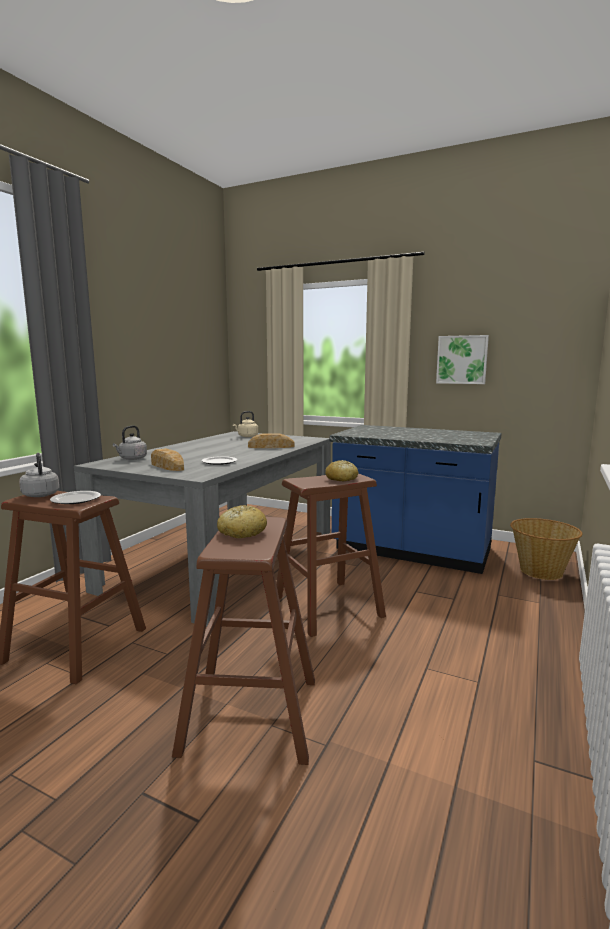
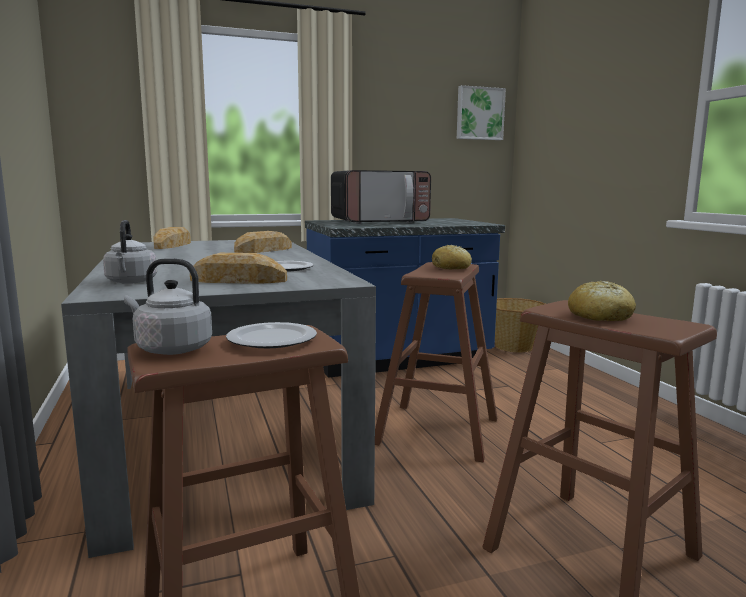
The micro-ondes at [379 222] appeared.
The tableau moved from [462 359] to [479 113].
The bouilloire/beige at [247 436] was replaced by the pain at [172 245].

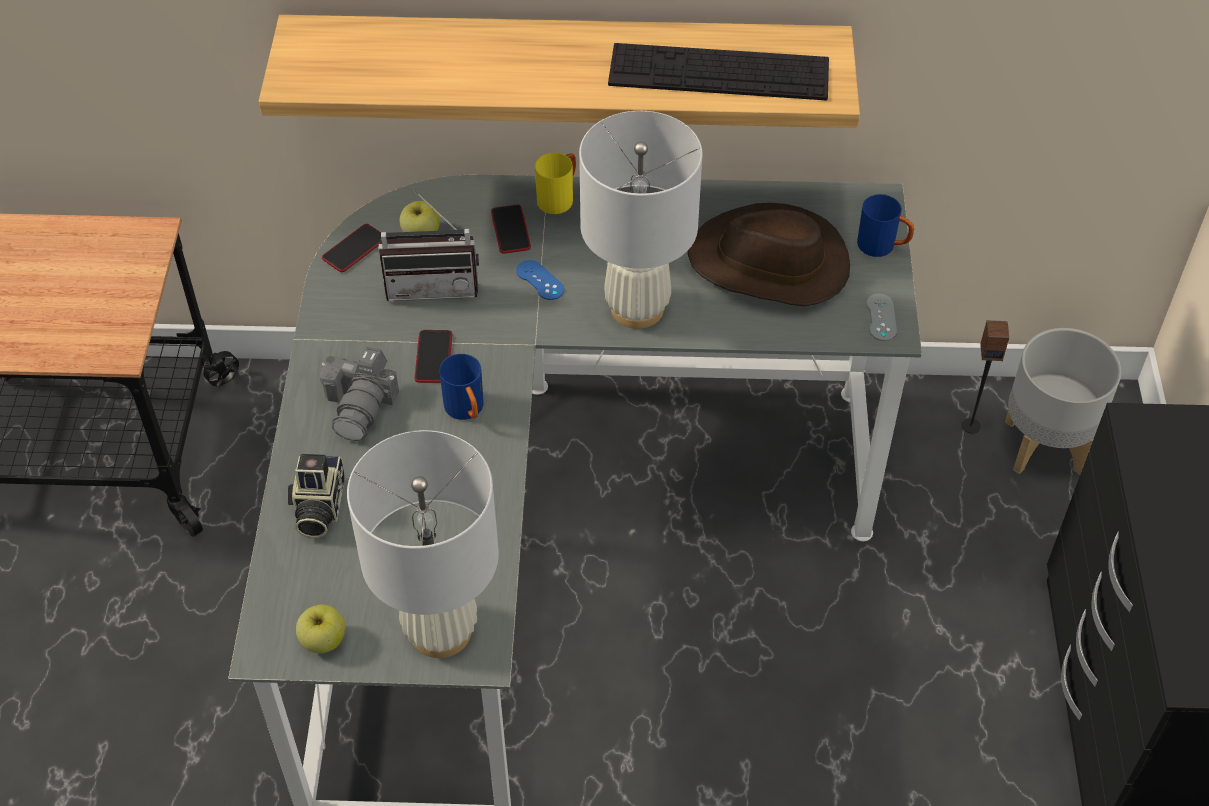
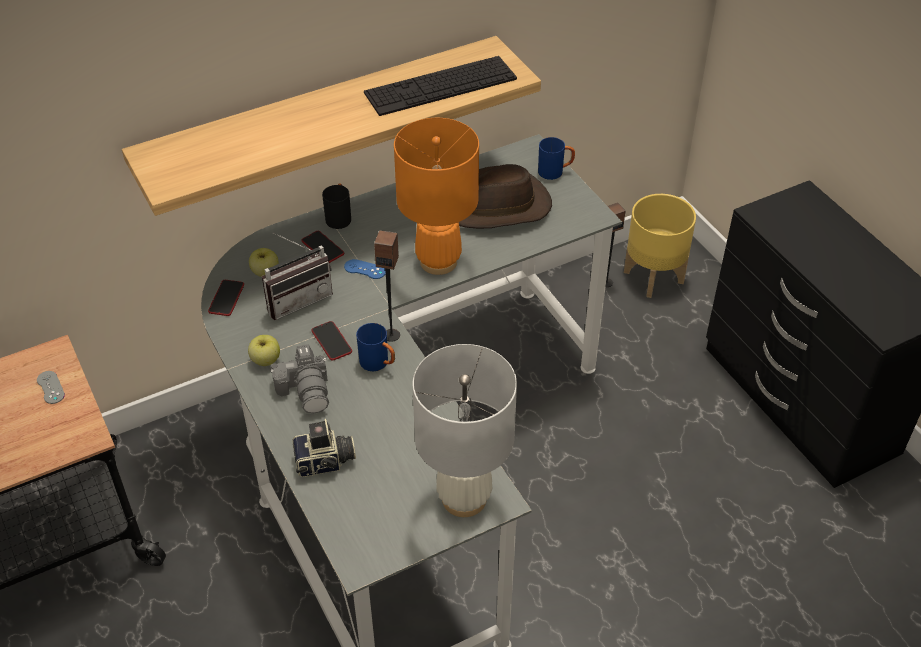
The enceinte at [391 335] appeared.
The pomme moved from [323 640] to [265 360].
The manette/gris moved from [881 317] to [50 387].
The mug/jaune at [559 197] became the mug/noir at [339 217].
The lampe de table/blanc at [636 308] became the lampe de table/orange at [438 262].
The cache-pot/gris at [1042 446] became the cache-pot/jaune at [653 277].
The appareil photo at [317 507] turned 75 degrees counterclockwise.

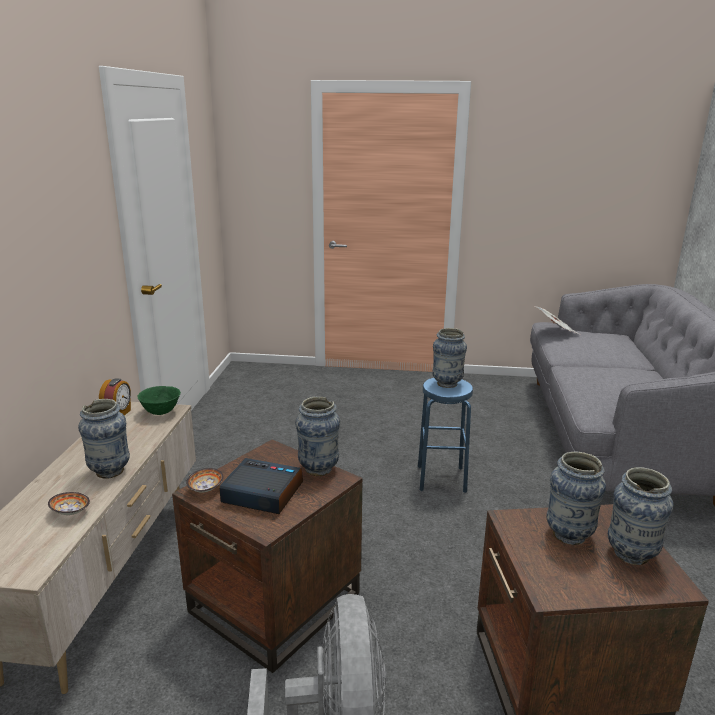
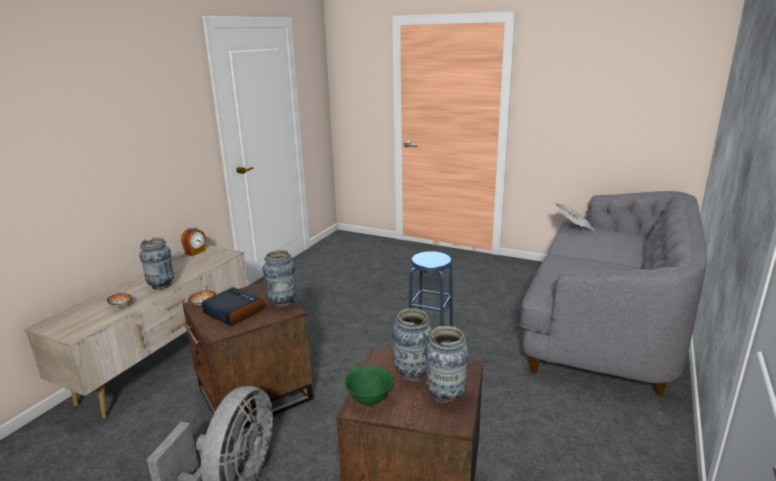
The vase at [447 384] disappeared.
The bol/vert moved from [161 412] to [369 400].

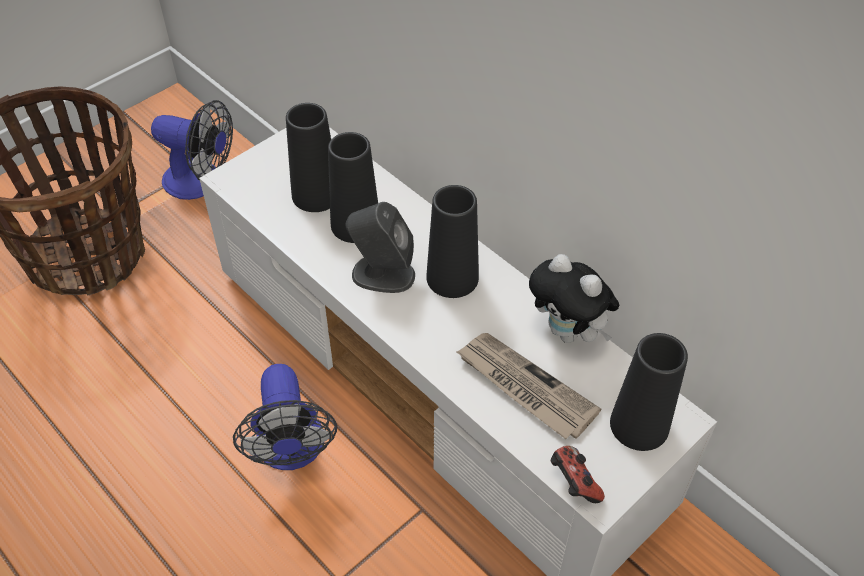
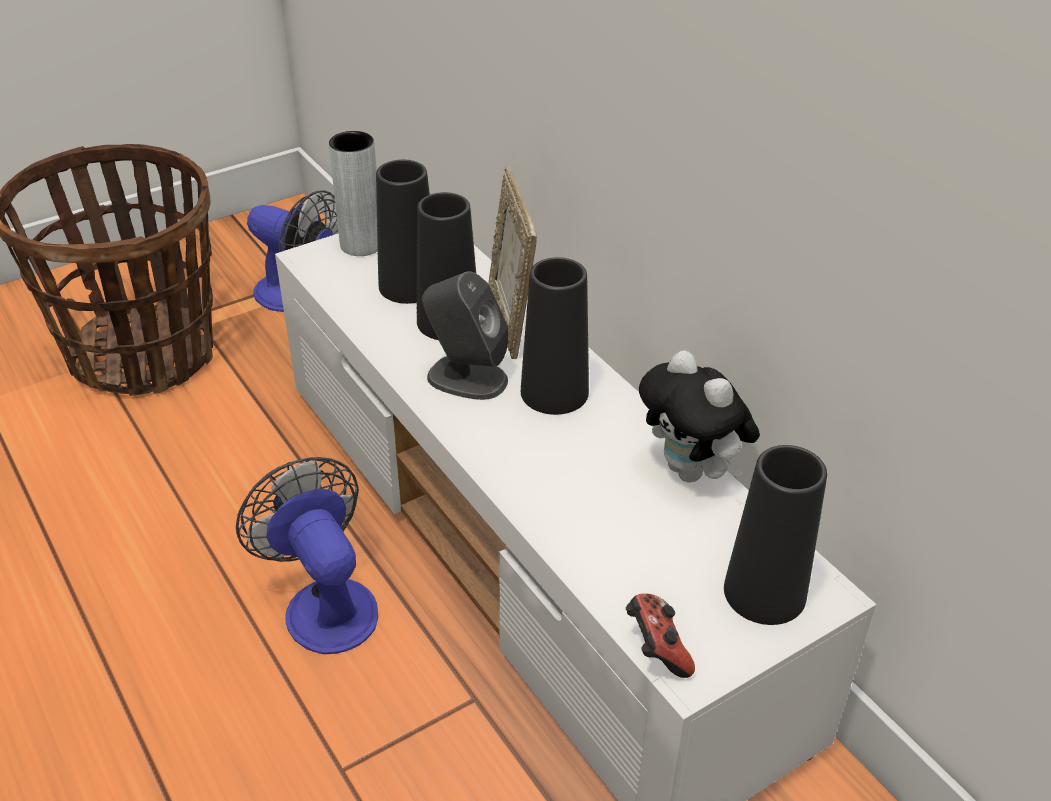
The journal at [524 387] disappeared.
The vase/gris at [361 245] appeared.
The cadre photo at [510 321] appeared.
The ventilateur at [291 451] turned 150 degrees clockwise.

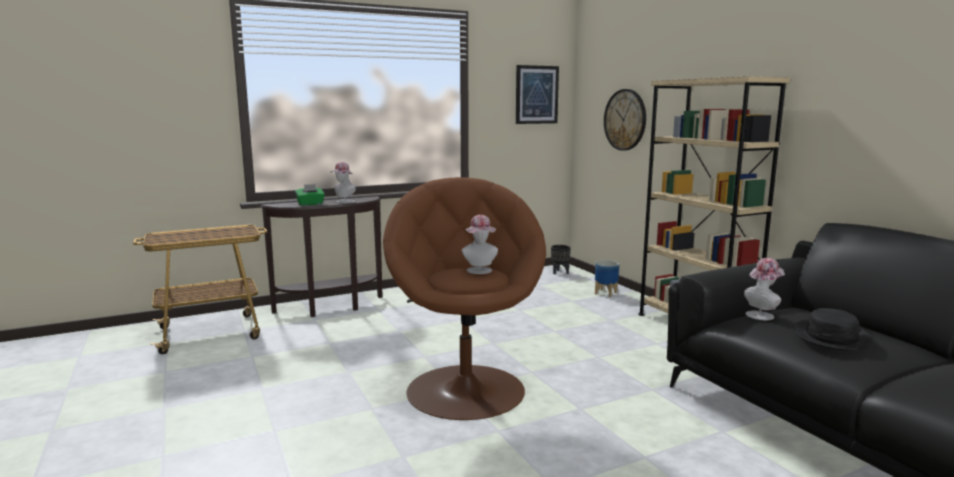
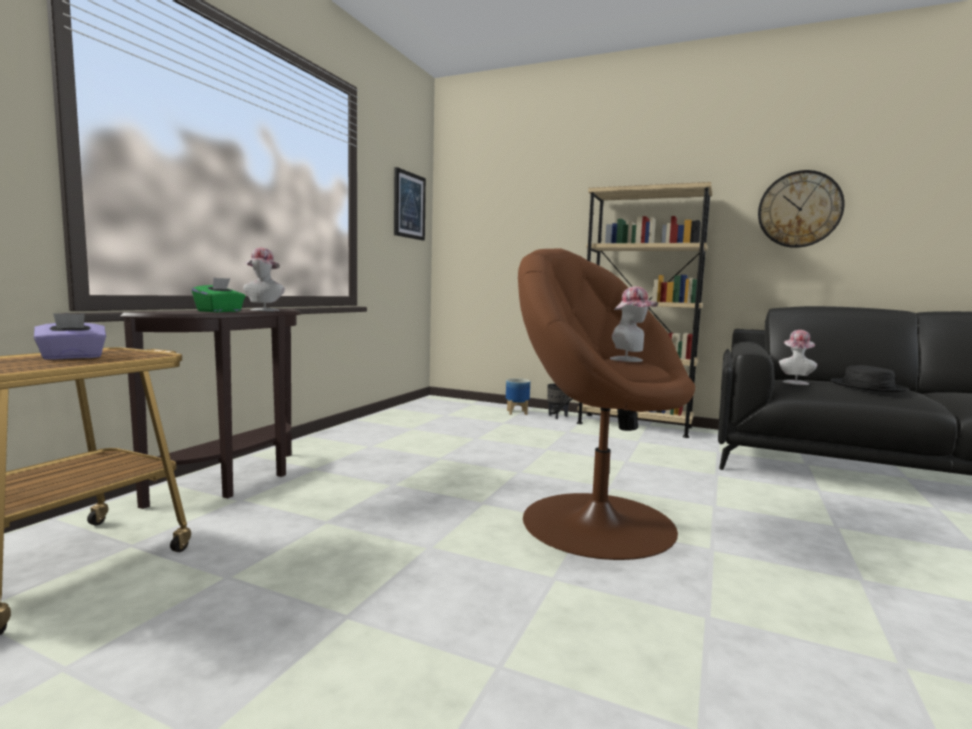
The boîte à mouchoirs/violet at [72 357] appeared.
The cache-pot/noir moved from [560 272] to [557 416].
The horloge murale moved from [625 120] to [799 209].

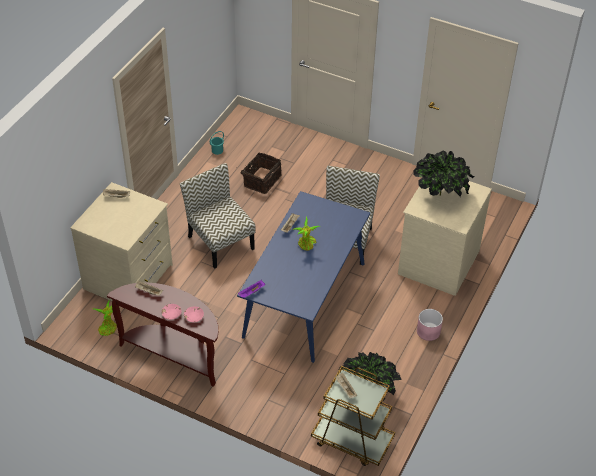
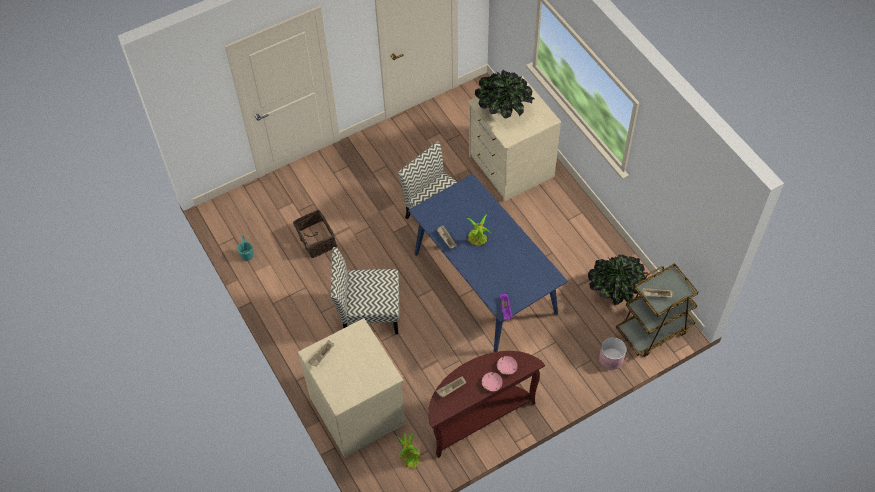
The cache-pot/rose moved from [428 331] to [611 359].

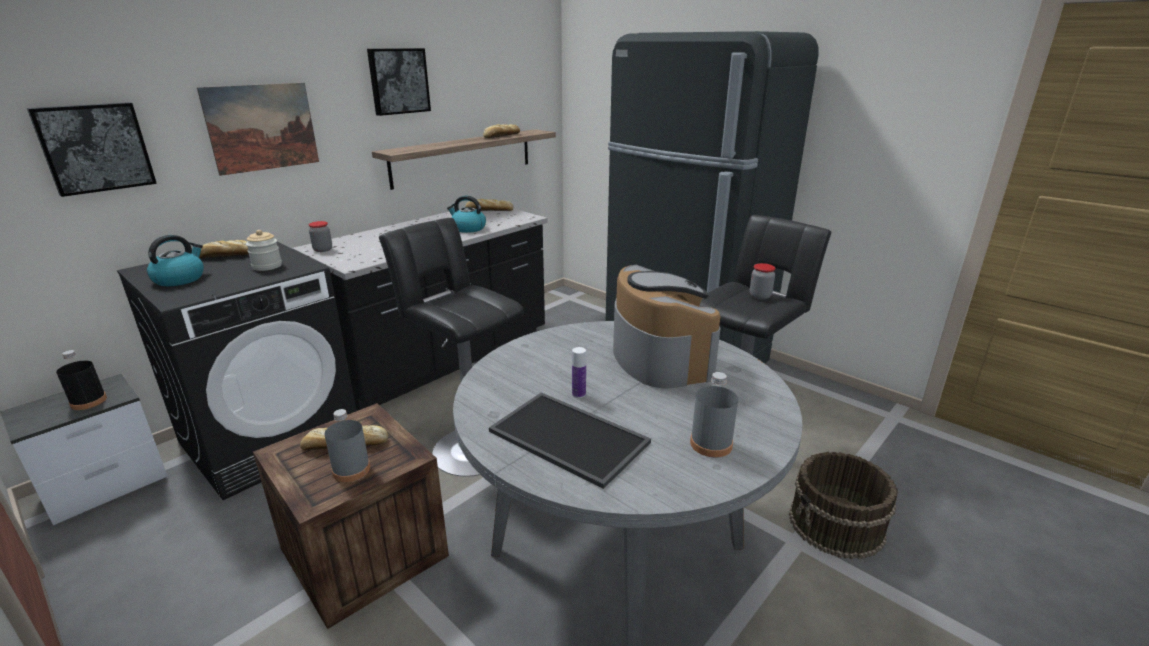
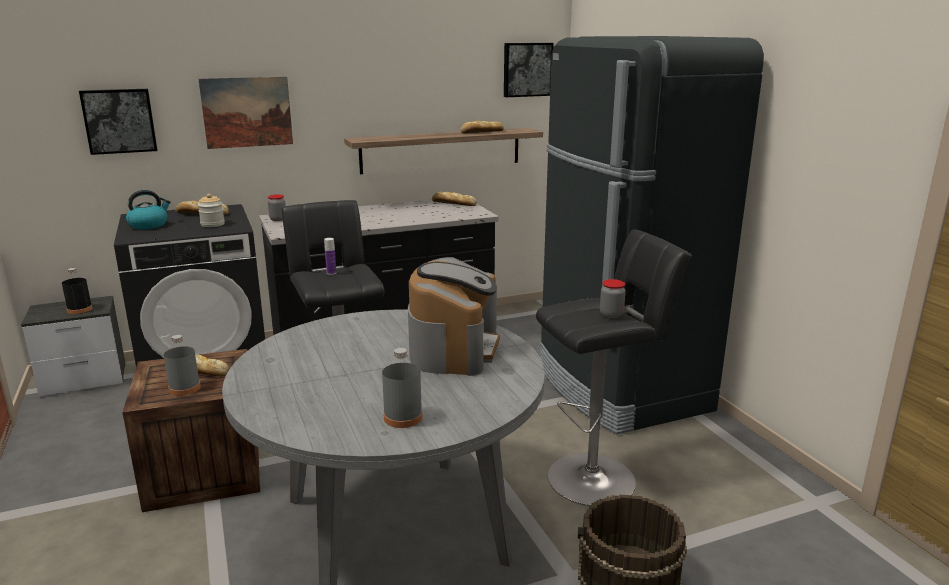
The bouilloire at [468 228] disappeared.
The plateau at [571 436] disappeared.
The tableau moved from [398 81] to [527 69].
The bouteille moved from [578 394] to [331 273].

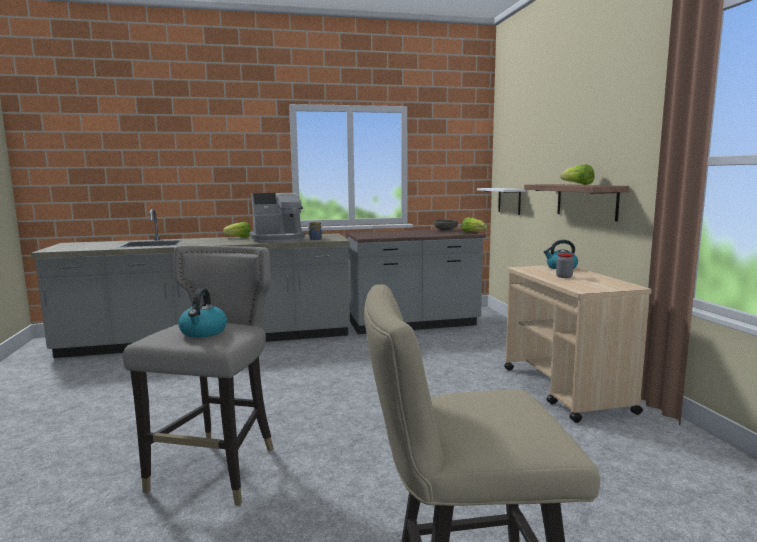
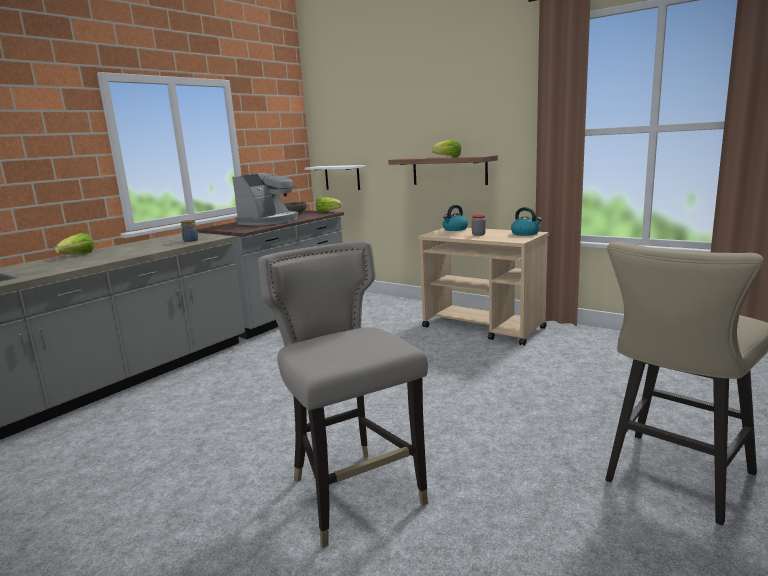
The bouilloire moved from [203 332] to [525 233].
The machine à café moved from [278 239] to [269 221].

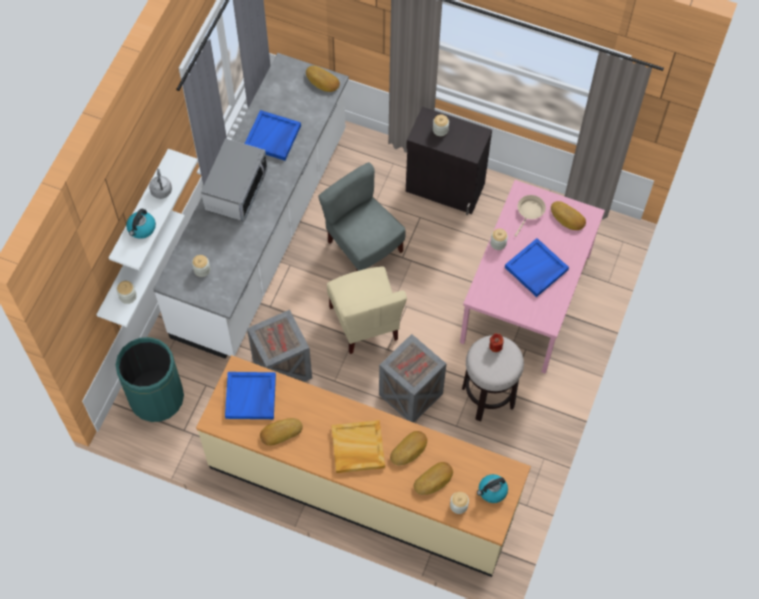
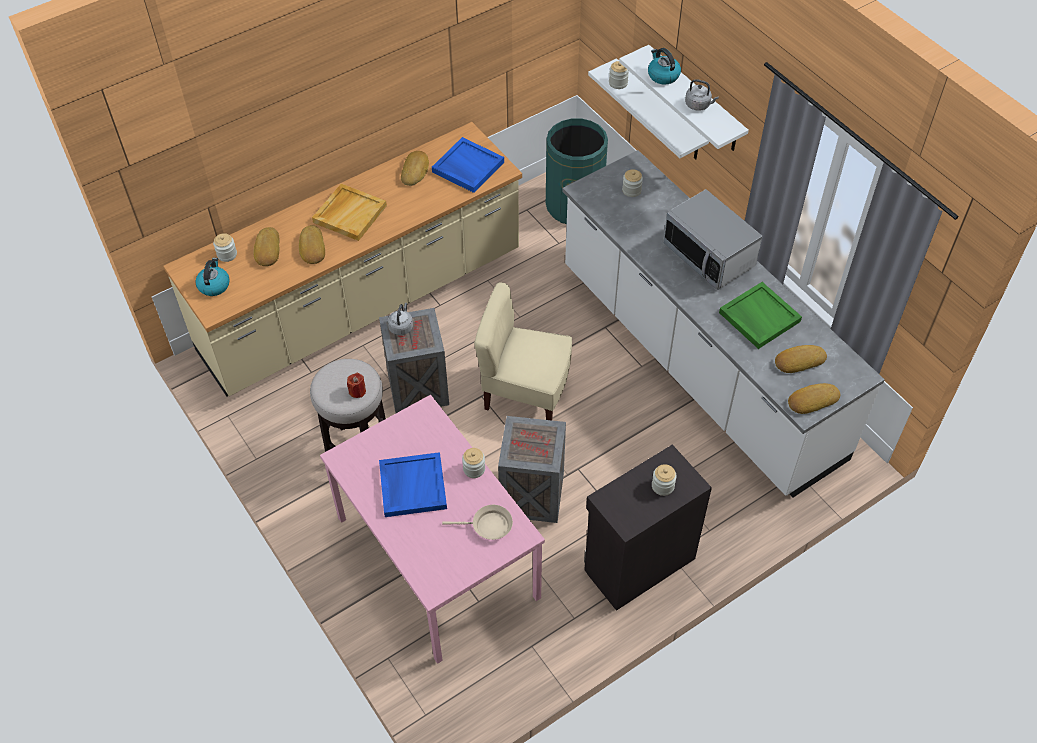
The chaise/gris at [363 247] disappeared.
The bouilloire/gris at [401 326] appeared.
The caisse moved from [282 367] to [533 496].
The pain moved from [567 218] to [798 360].
The plateau/bleu at [273 137] became the plateau/vert at [758 317].
The poêle/beige at [529 212] turned 60 degrees counterclockwise.

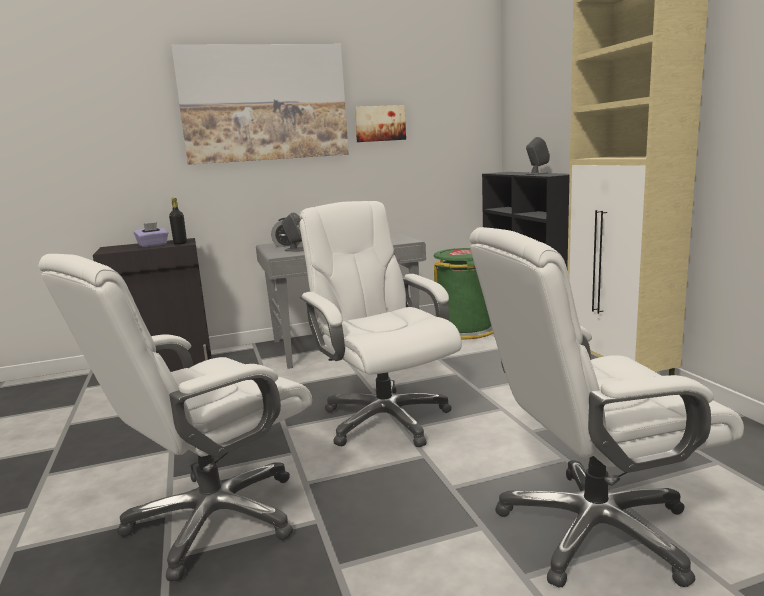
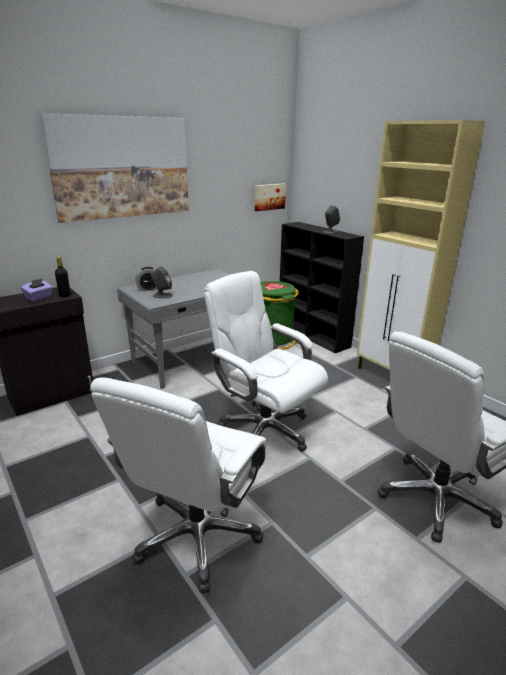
The tableau moved from [380 123] to [269 197].

